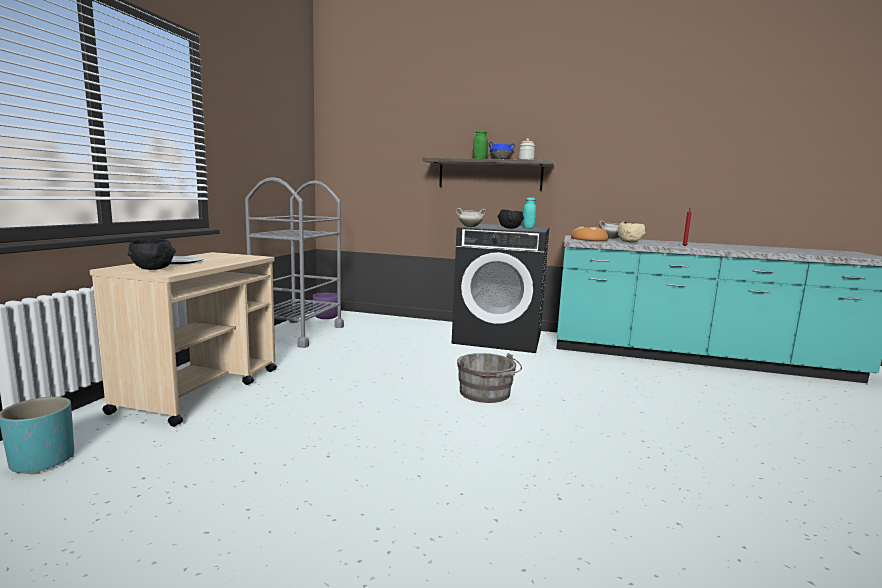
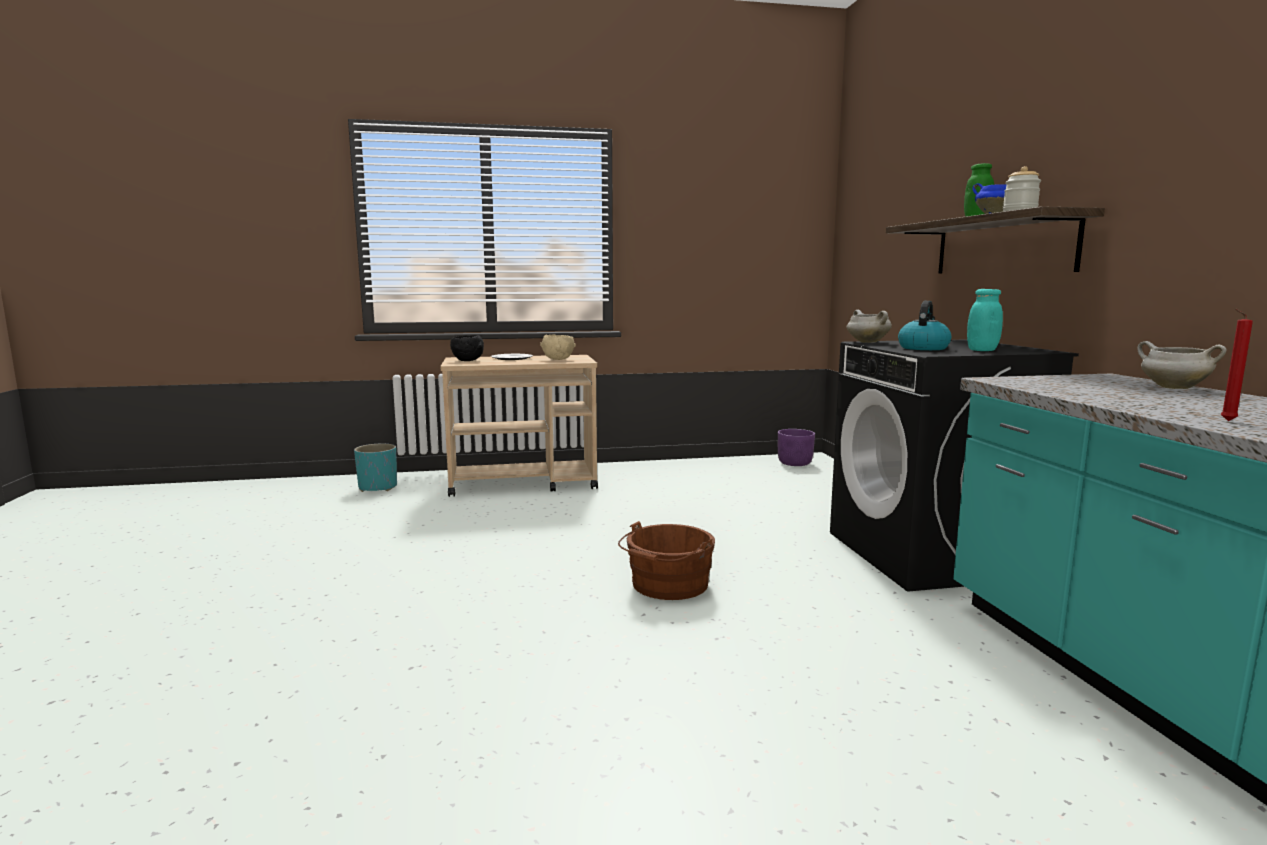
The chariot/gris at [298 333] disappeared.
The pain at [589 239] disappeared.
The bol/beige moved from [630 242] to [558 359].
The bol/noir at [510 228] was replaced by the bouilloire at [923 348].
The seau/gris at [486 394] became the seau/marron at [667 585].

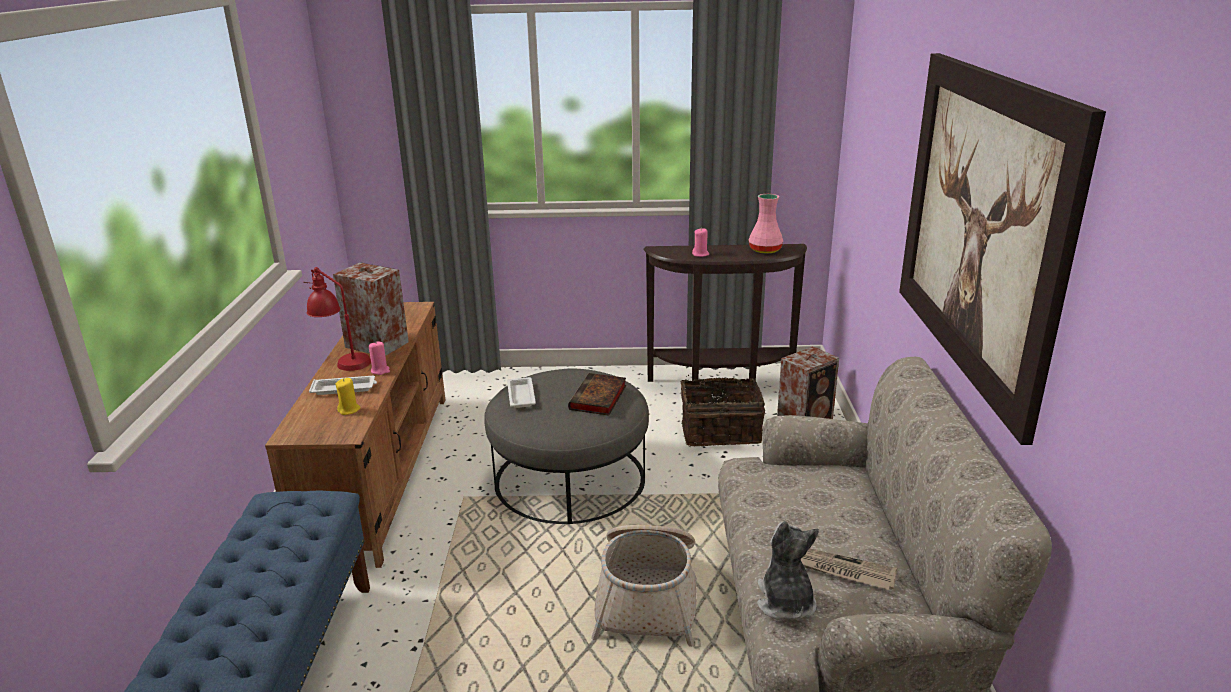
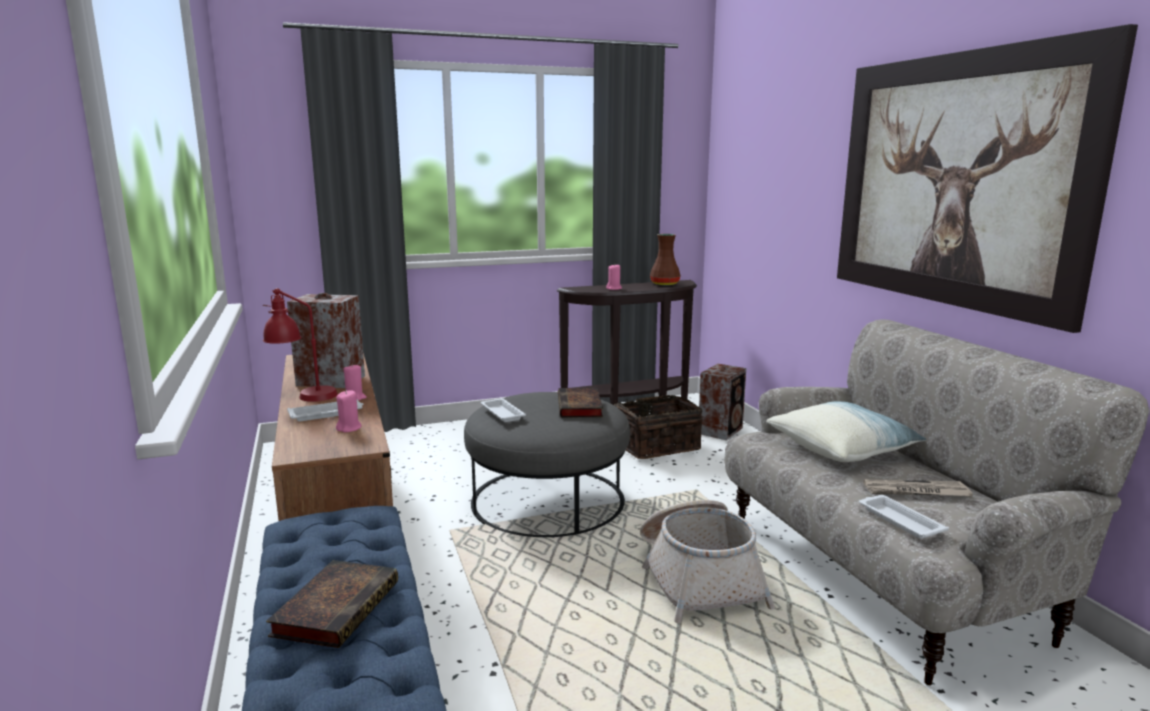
The livre at [337 607] appeared.
The coussin at [842 449] appeared.
The peluche at [785 602] was replaced by the plateau/blanc at [899 520].
The bougie/jaune at [349 410] became the bougie/rose at [349 428].
The vase/rose at [764 250] became the vase/marron at [664 284].

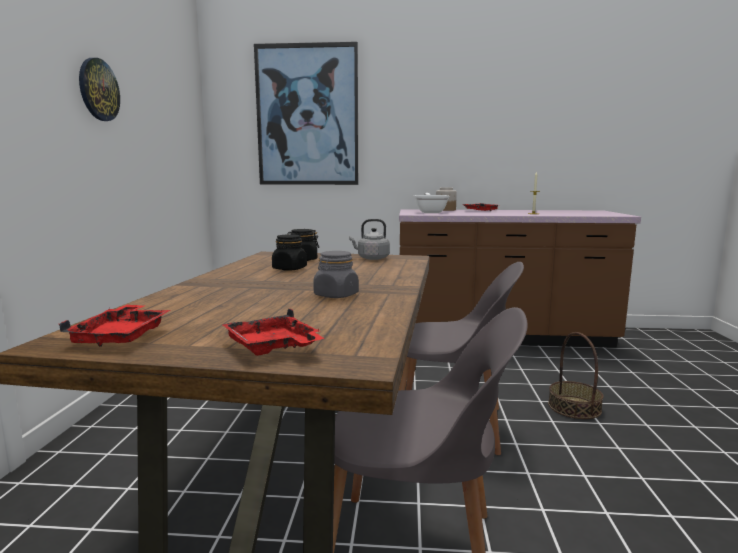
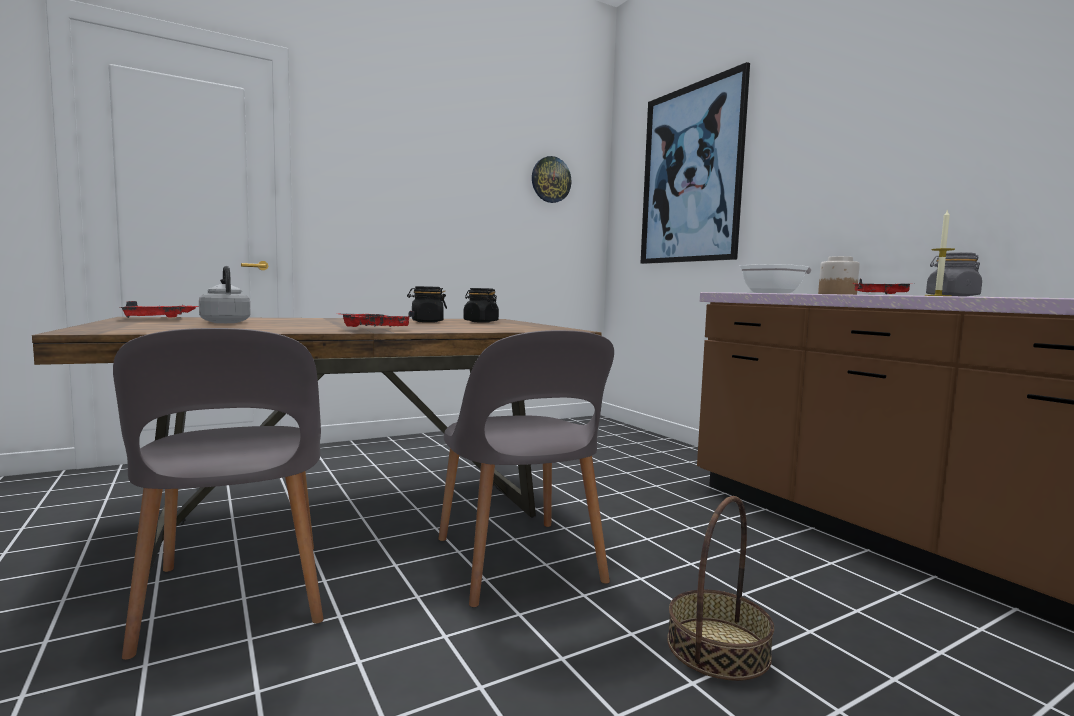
The horloge murale moved from [98 90] to [550 180].
The plateau/rouge moved from [273 347] to [374 329].
The bocal/gris moved from [336 295] to [952 296].
The bouilloire/gris moved from [371 258] to [225 322].

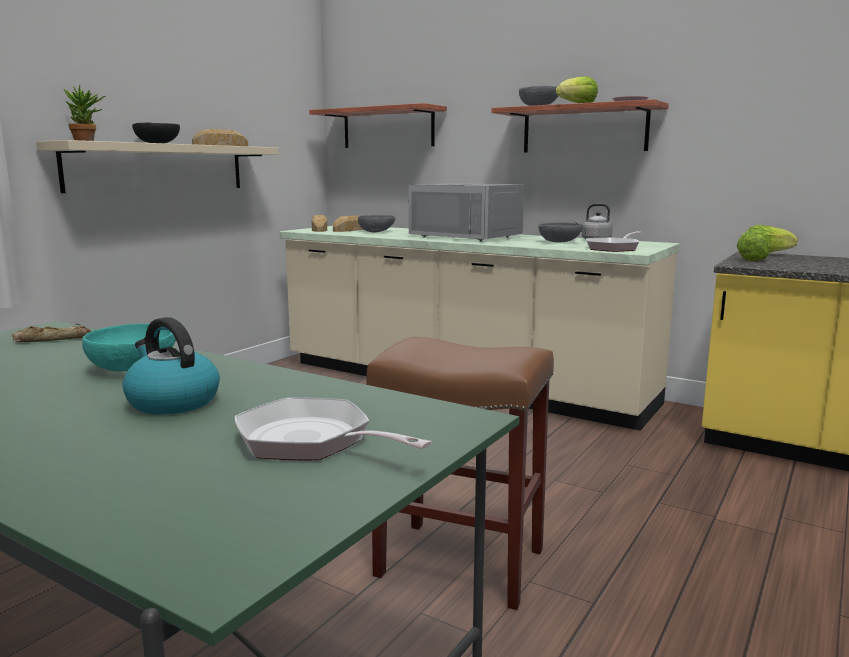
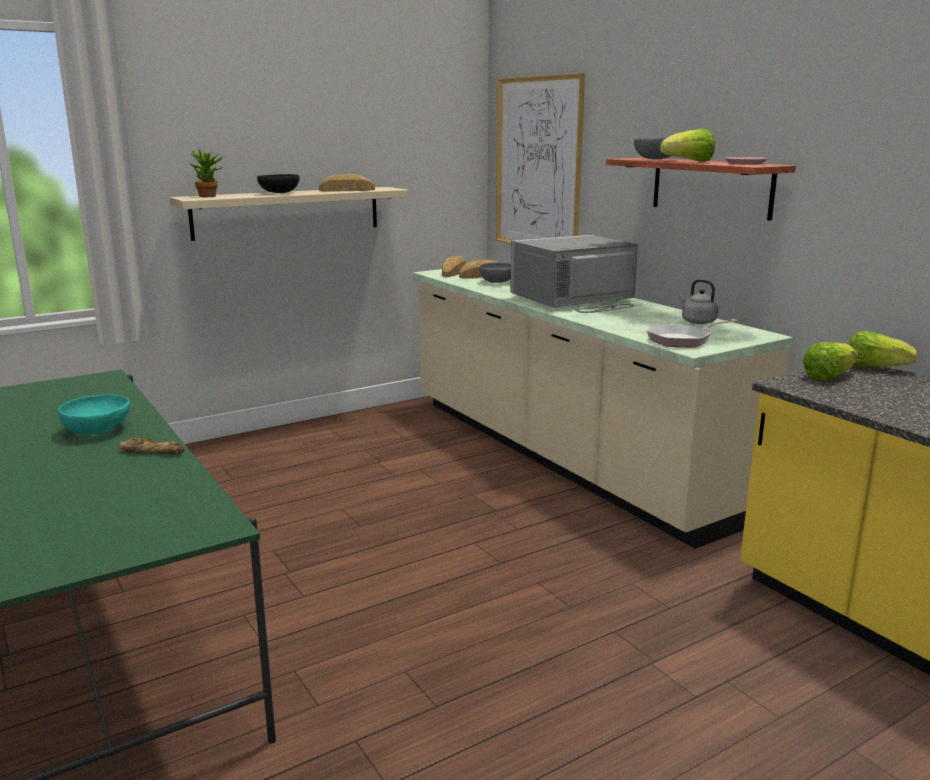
The bouilloire at [172 402] disappeared.
The poêle at [311 441] disappeared.
The tabouret/marron at [463 562] disappeared.
The bol/gris at [560 242] disappeared.
The pain moved from [53 339] to [152 452].
The étagère at [388 128] was replaced by the tableau at [538 164].
The micro-ondes/gris at [470 237] turned 90 degrees clockwise.

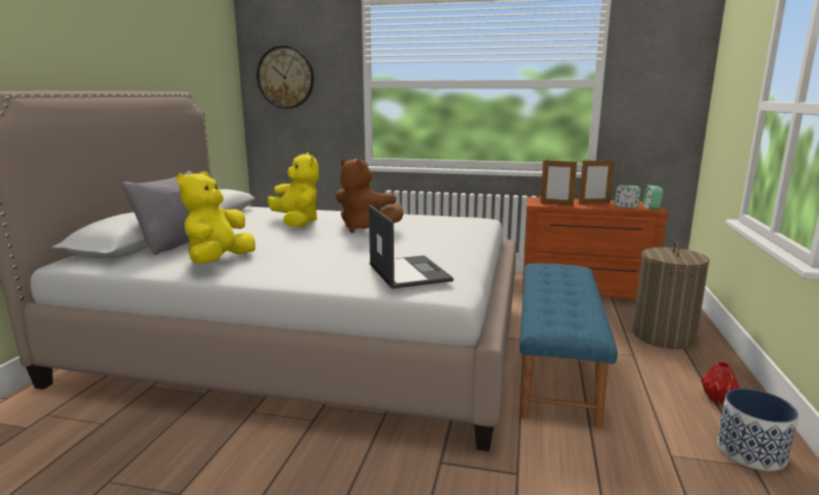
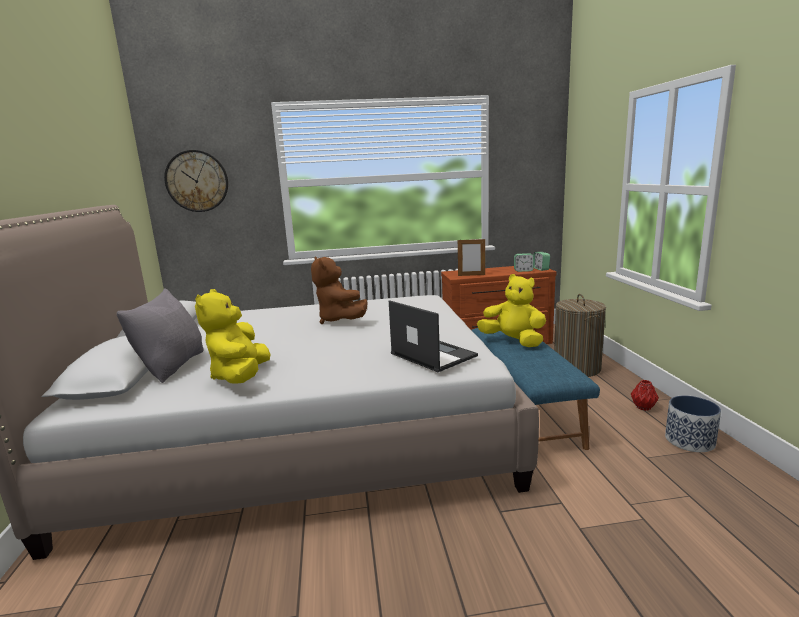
The cadre photo at [594 203] disappeared.
The peluche/jaune moved from [297 223] to [513 341].
The peluche/marron at [364 228] turned 45 degrees clockwise.

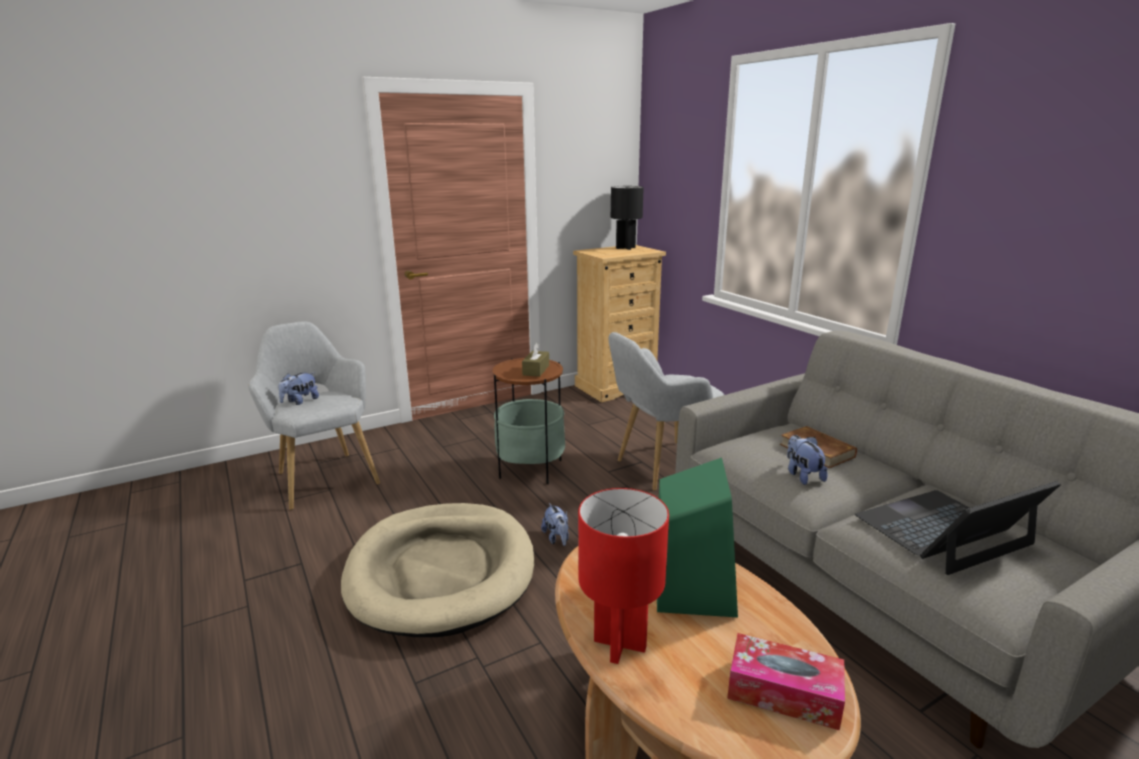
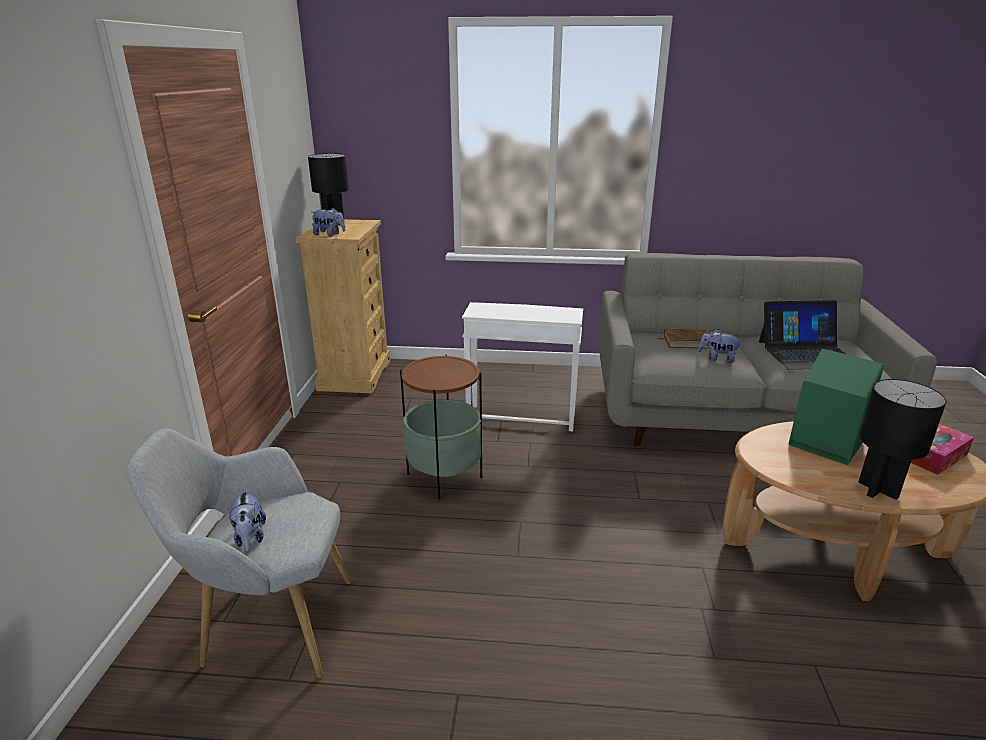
The panier pour chien/beige at [441 572] disappeared.
The boîte à mouchoirs/marron at [536 370] disappeared.
The peluche moved from [557 538] to [329 234].
The fauteuil/gris at [661 468] was replaced by the table d'appoint/blanc at [520 417].
The lampe de table/rouge at [619 644] became the lampe de table/noir at [878 490].
The ordinateur portable at [944 531] turned 105 degrees counterclockwise.

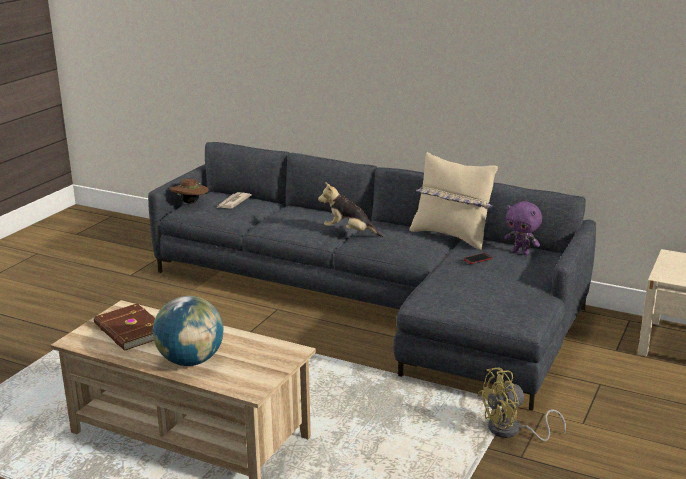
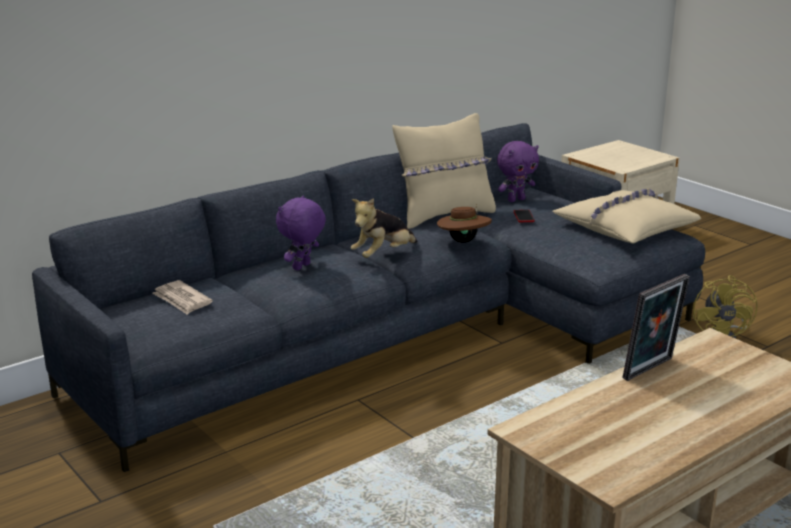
The livre/marron at [129 331] disappeared.
The globe at [191 361] disappeared.
The peluche/violet at [302 267] appeared.
The coussin/beige at [624 228] appeared.
The cadre photo at [651 370] appeared.
The chapeau/marron moved from [190 202] to [463 241].

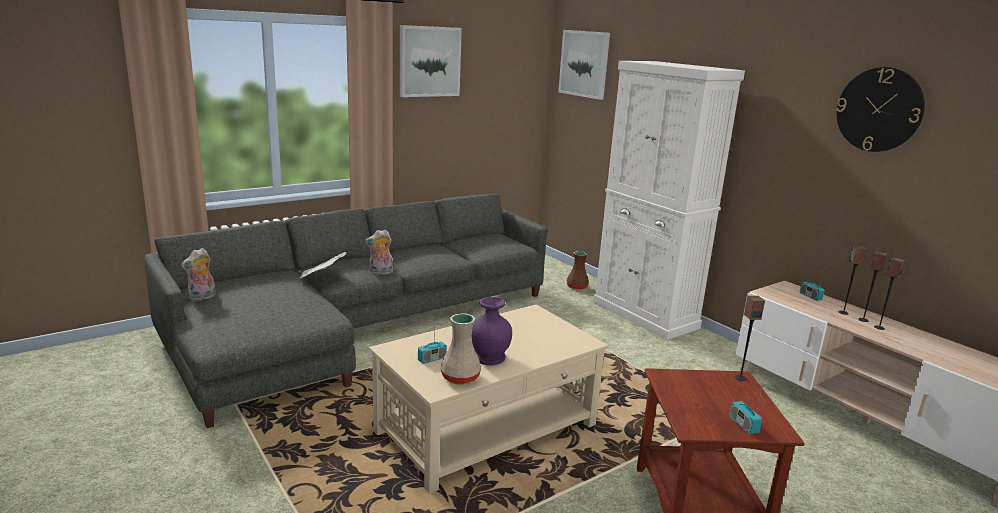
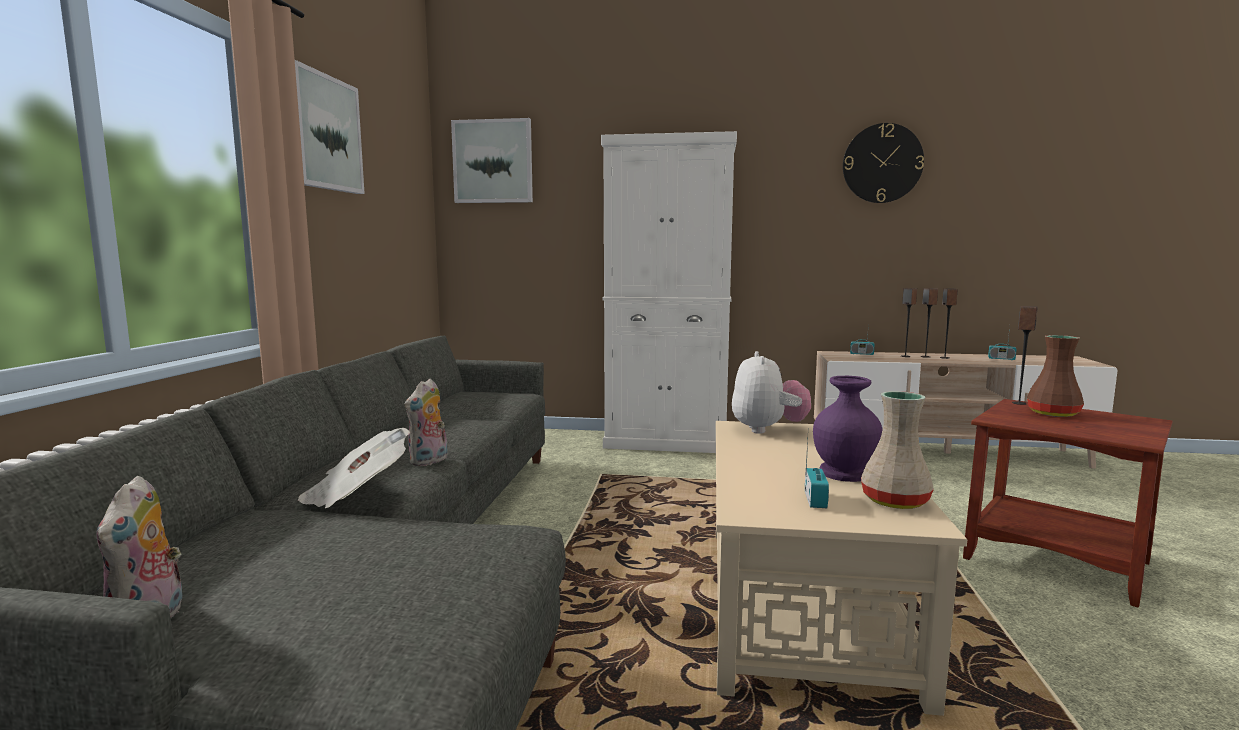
The peluche at [768 429] appeared.
The vase/marron moved from [576 287] to [1051 413].
The radio moved from [743 425] to [1001 359].

